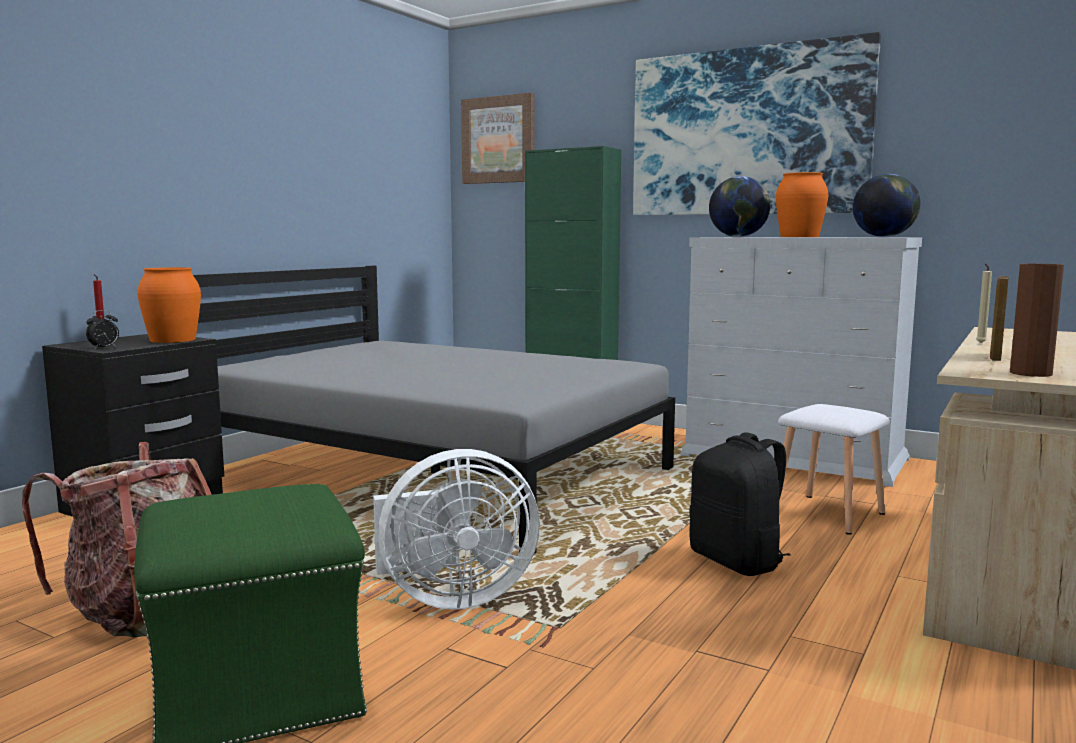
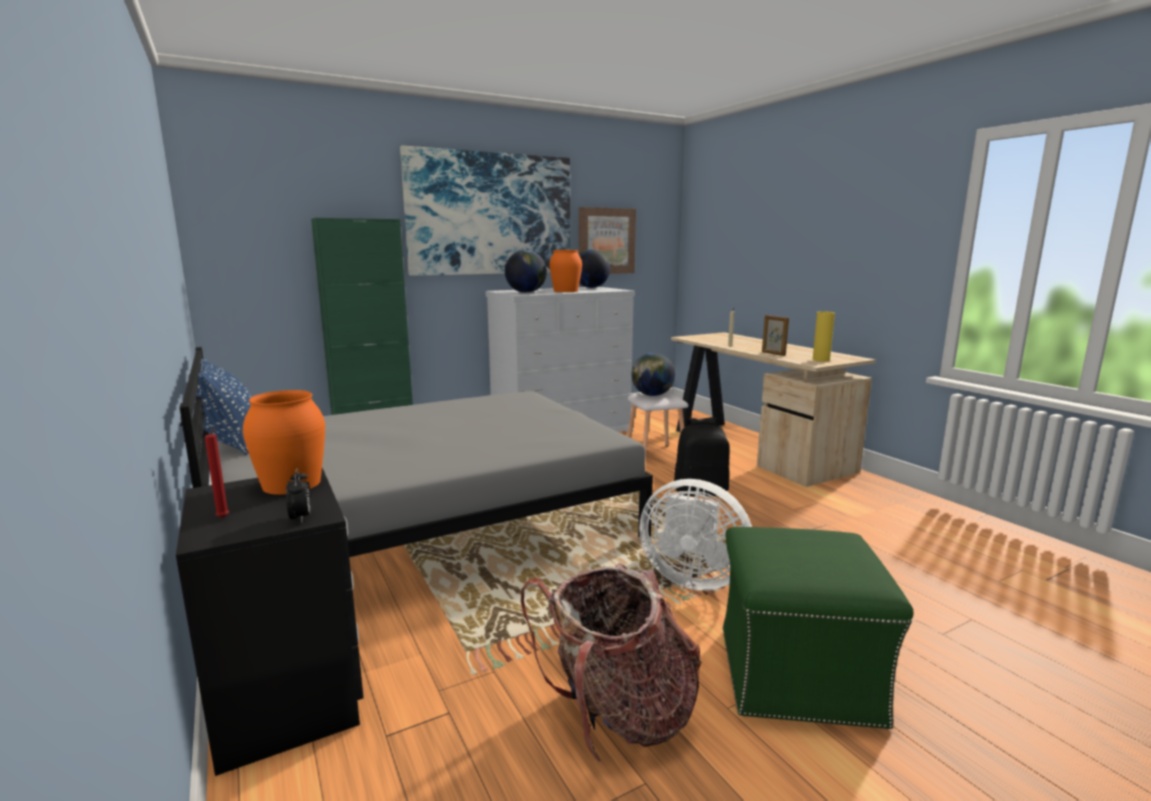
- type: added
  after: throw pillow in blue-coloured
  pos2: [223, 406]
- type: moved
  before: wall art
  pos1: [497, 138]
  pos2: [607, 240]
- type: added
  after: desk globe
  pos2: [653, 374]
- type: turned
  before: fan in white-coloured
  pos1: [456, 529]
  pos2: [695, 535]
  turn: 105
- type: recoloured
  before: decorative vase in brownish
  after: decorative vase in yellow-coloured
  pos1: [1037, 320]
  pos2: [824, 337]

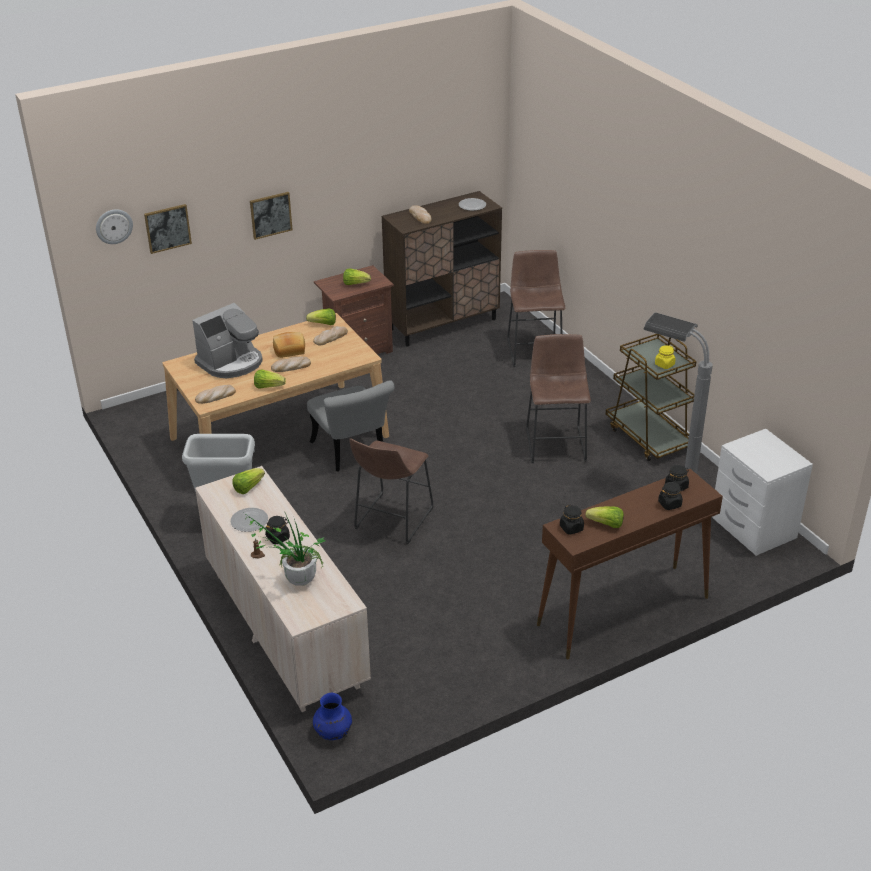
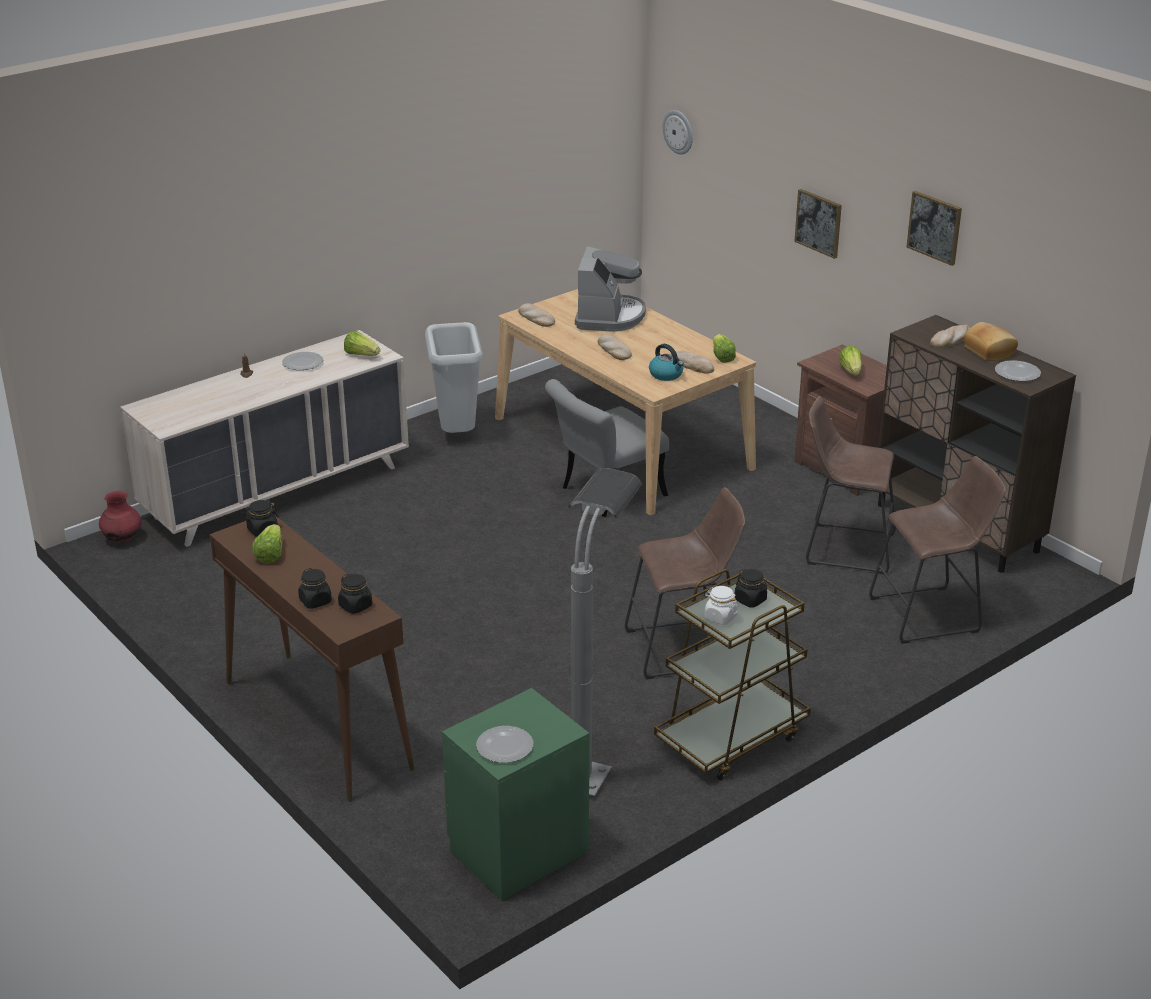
- type: recoloured
  before: decorative vase in blue-coloured
  after: decorative vase in red
  pos1: [332, 716]
  pos2: [120, 517]
- type: recoloured
  before: bedside table in white-coloured
  after: bedside table in green-coloured
  pos1: [762, 492]
  pos2: [515, 794]
- type: added
  after: dinner plate
  pos2: [504, 744]
- type: turned
  before: coffee brewer
  pos1: [227, 340]
  pos2: [610, 289]
  turn: -120
- type: added
  after: tea kettle
  pos2: [666, 362]
- type: recoloured
  before: preserve jar in yellow-coloured
  after: preserve jar in white-coloured
  pos1: [665, 357]
  pos2: [721, 605]
- type: moved
  before: preserve jar in black-coloured
  pos1: [277, 530]
  pos2: [751, 588]
- type: moved
  before: stool seat in brownish
  pos1: [391, 491]
  pos2: [851, 485]
- type: moved
  before: wall art
  pos1: [168, 229]
  pos2: [934, 228]
- type: moved
  before: baked bread
  pos1: [289, 345]
  pos2: [991, 341]
- type: removed
  before: houseplant
  pos1: [285, 549]
- type: removed
  before: lettuce head
  pos1: [270, 379]

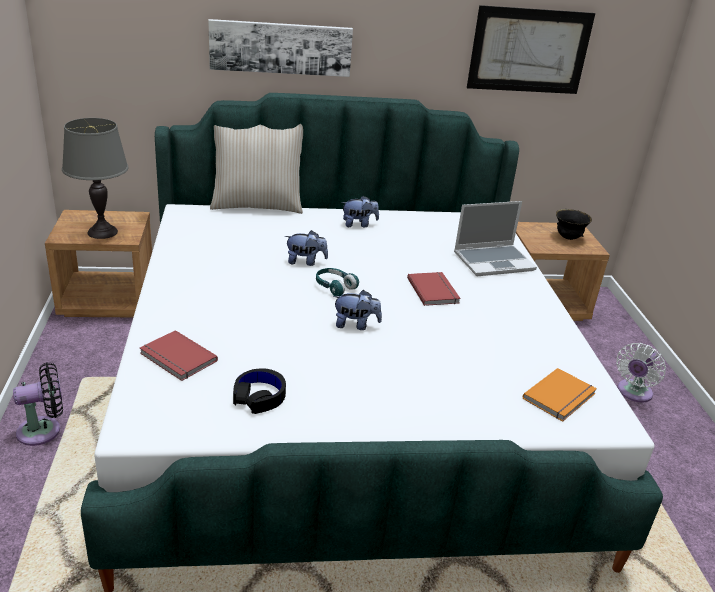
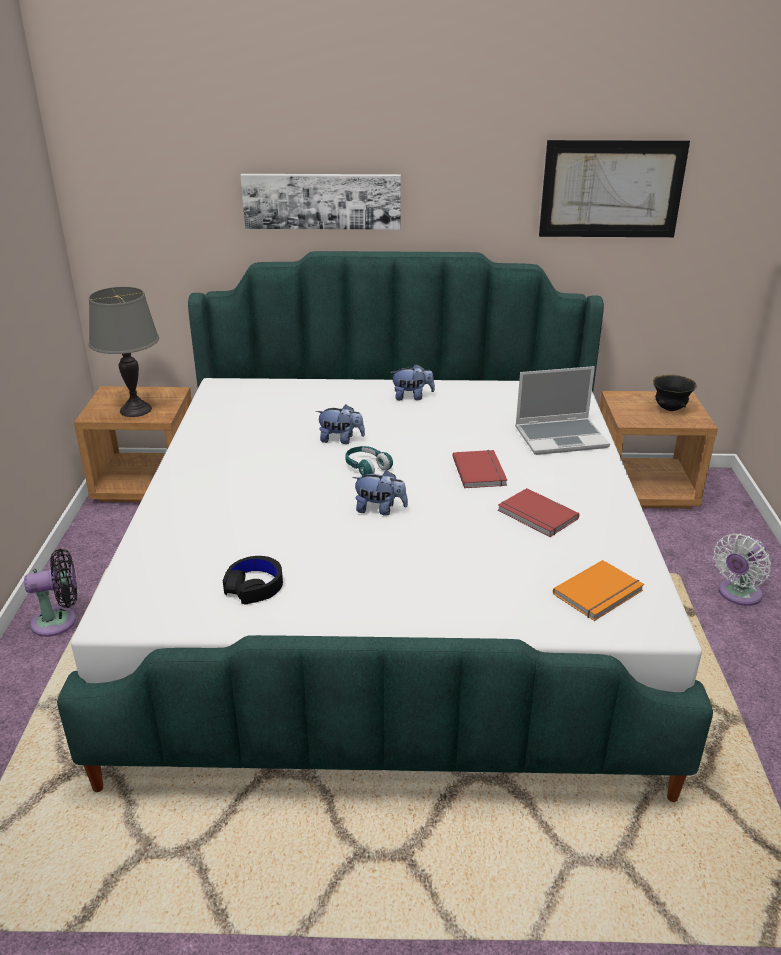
- type: moved
  before: book in red
  pos1: [179, 355]
  pos2: [538, 512]
- type: removed
  before: throw pillow in sand-coloured
  pos1: [256, 169]

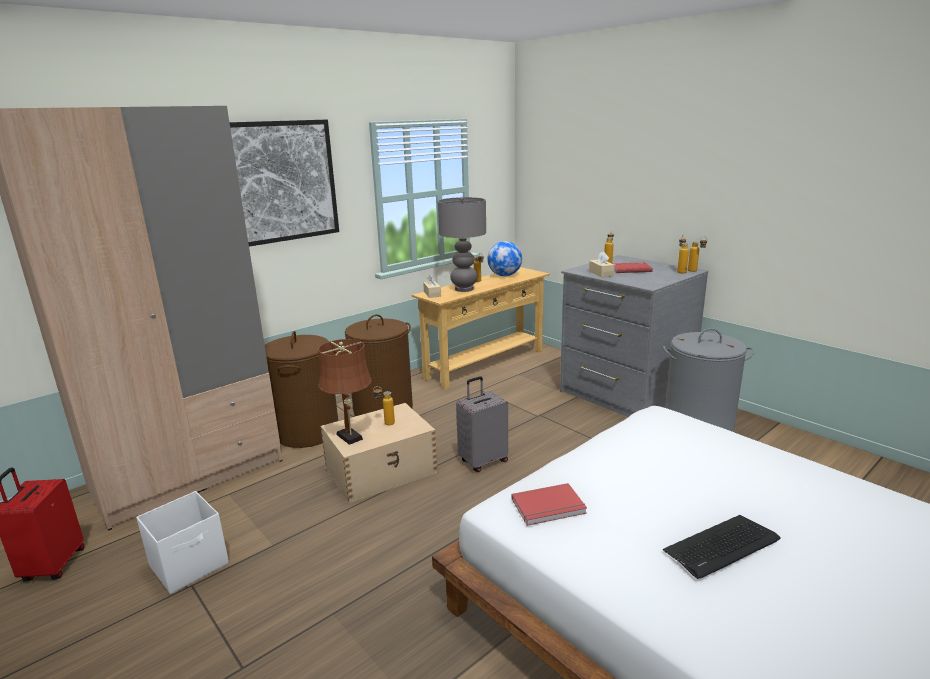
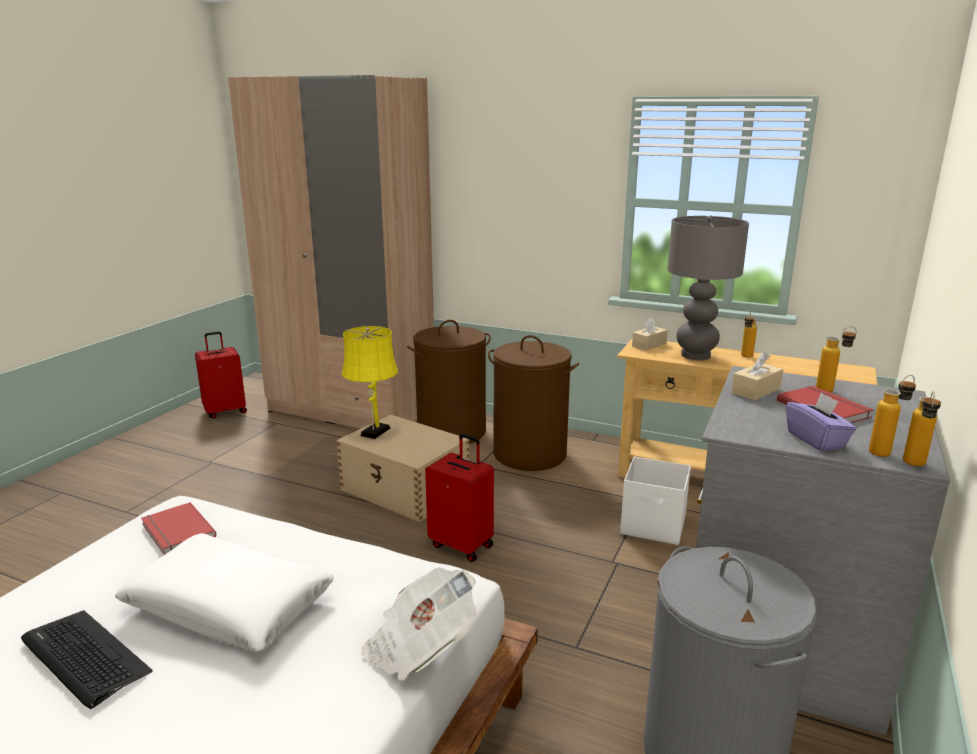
- type: added
  after: throw pillow in white-coloured
  pos2: [224, 592]
- type: recoloured
  before: tabletop lamp in brownish
  after: tabletop lamp in yellow-coloured
  pos1: [345, 392]
  pos2: [370, 382]
- type: added
  after: newspaper
  pos2: [419, 624]
- type: recoloured
  before: piece of luggage in greyish
  after: piece of luggage in red
  pos1: [482, 424]
  pos2: [459, 498]
- type: moved
  before: storage bin in white-coloured
  pos1: [182, 542]
  pos2: [655, 500]
- type: added
  after: box of tissues in purple
  pos2: [821, 421]
- type: removed
  before: wall art
  pos1: [284, 183]
- type: removed
  before: bottle
  pos1: [384, 405]
- type: removed
  before: desk globe
  pos1: [504, 258]

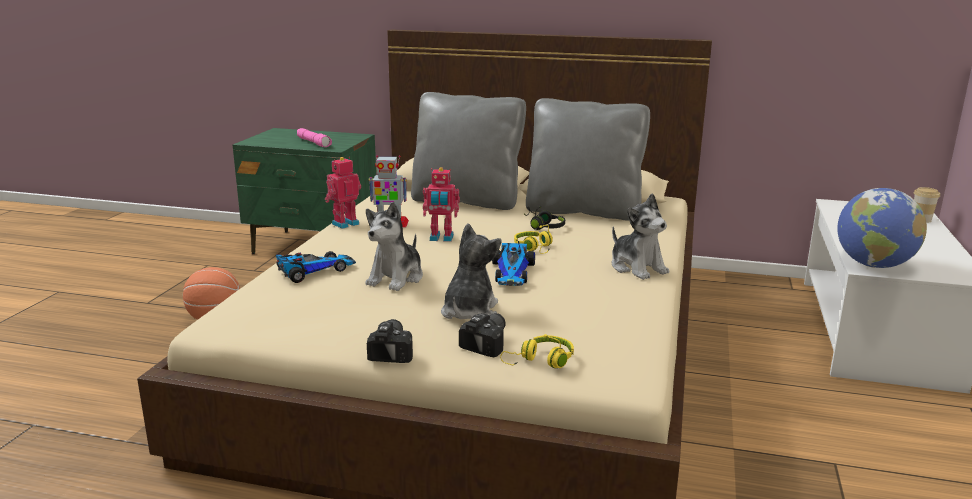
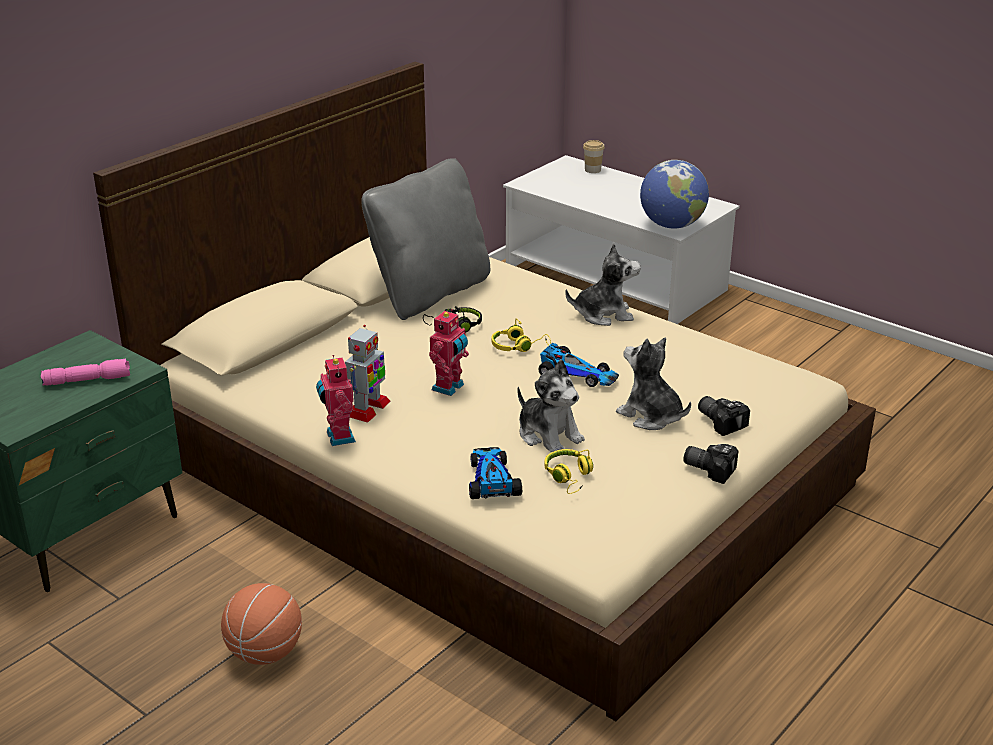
- type: moved
  before: headset in yellow-coloured
  pos1: [537, 351]
  pos2: [569, 471]
- type: removed
  before: throw pillow in greyish
  pos1: [468, 151]

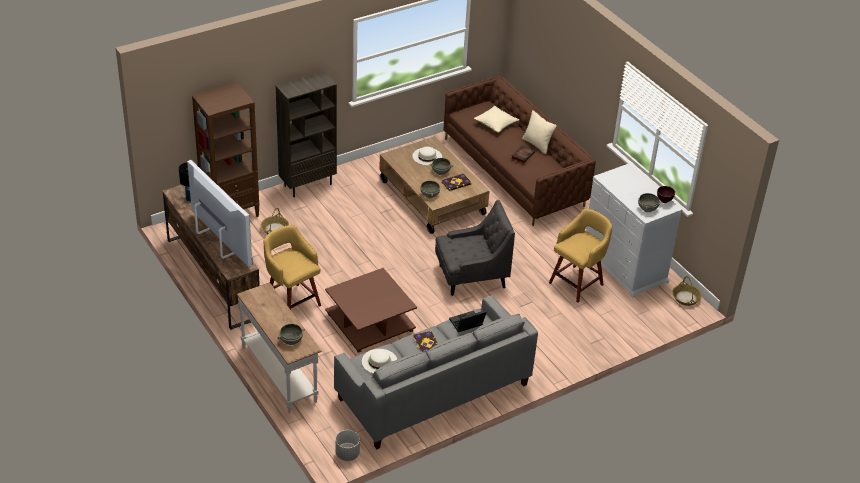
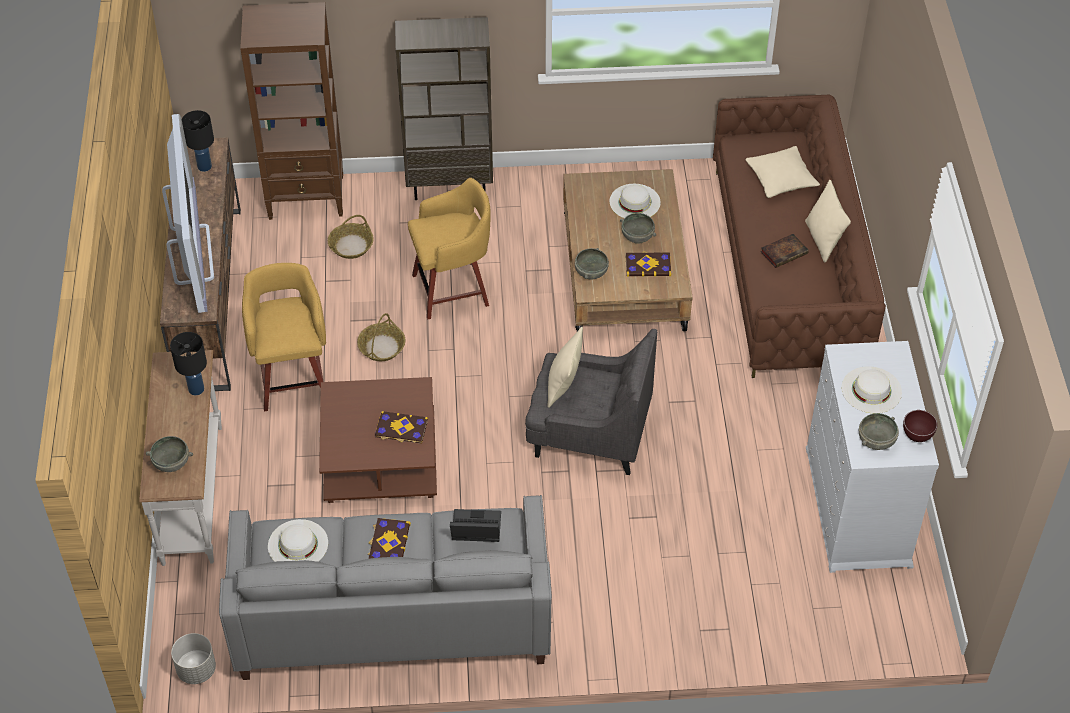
- type: added
  after: tabletop lamp in black-coloured
  pos2: [188, 363]
- type: moved
  before: storage basket
  pos1: [687, 291]
  pos2: [381, 337]
- type: added
  after: book
  pos2: [401, 427]
- type: moved
  before: stool seat in yellow-coloured
  pos1: [580, 255]
  pos2: [449, 248]
- type: added
  after: throw pillow in sand-coloured
  pos2: [565, 367]
- type: added
  after: hat in white-coloured
  pos2: [872, 389]

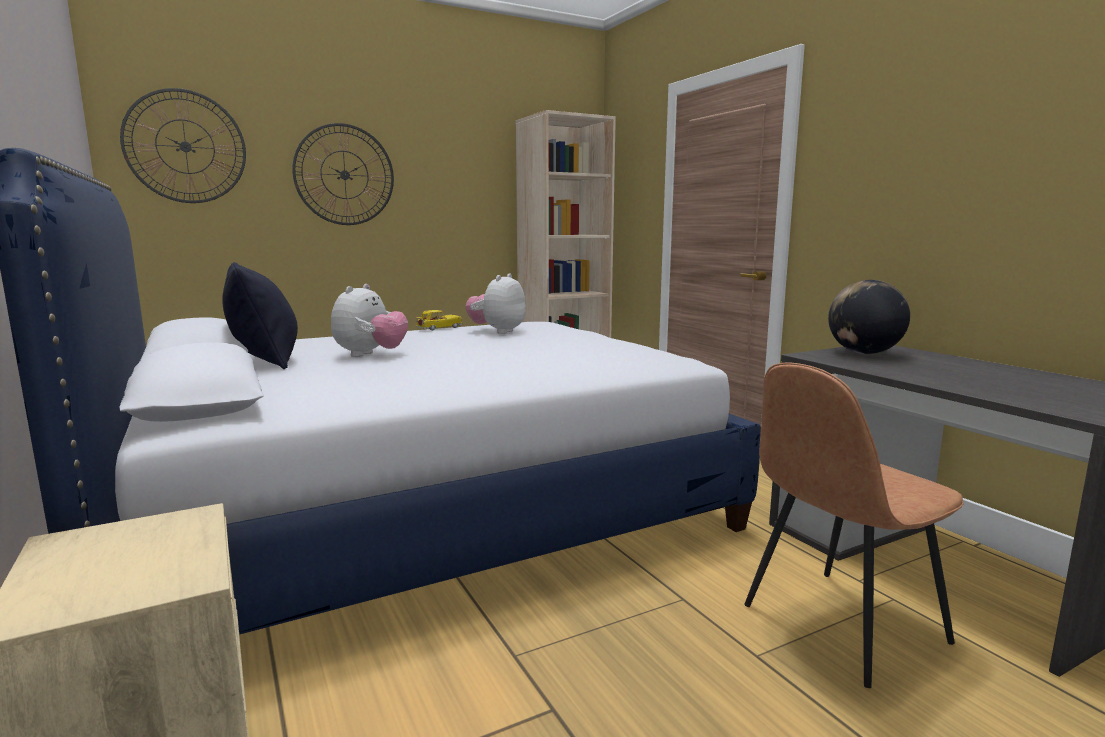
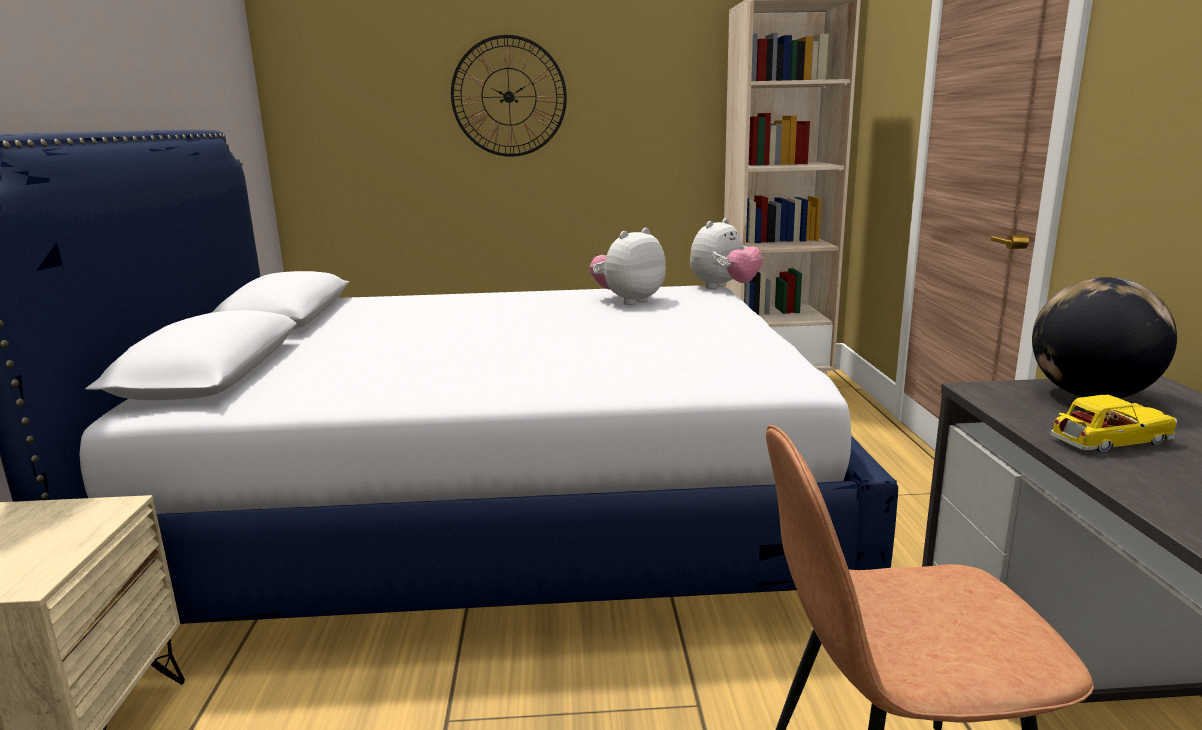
- type: moved
  before: cuddly toy
  pos1: [369, 320]
  pos2: [726, 253]
- type: moved
  before: model car
  pos1: [439, 320]
  pos2: [1114, 424]
- type: removed
  before: hanging clock
  pos1: [183, 145]
- type: removed
  before: throw pillow in black-coloured
  pos1: [260, 315]

